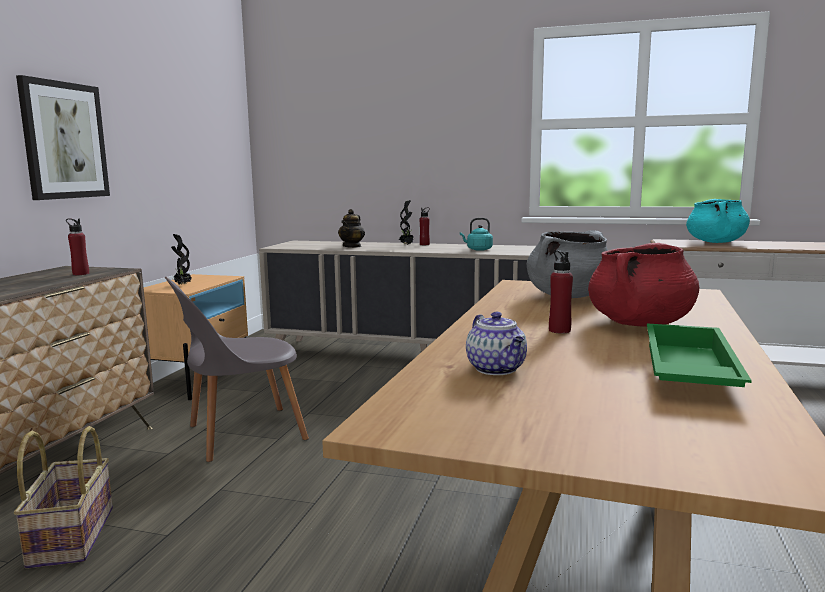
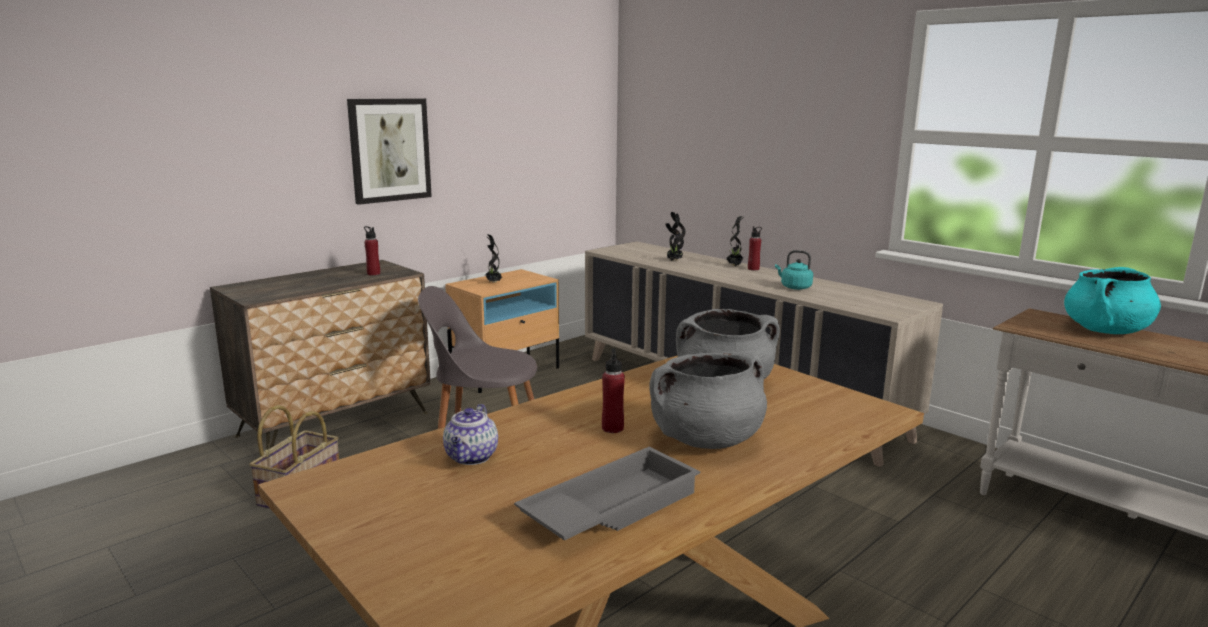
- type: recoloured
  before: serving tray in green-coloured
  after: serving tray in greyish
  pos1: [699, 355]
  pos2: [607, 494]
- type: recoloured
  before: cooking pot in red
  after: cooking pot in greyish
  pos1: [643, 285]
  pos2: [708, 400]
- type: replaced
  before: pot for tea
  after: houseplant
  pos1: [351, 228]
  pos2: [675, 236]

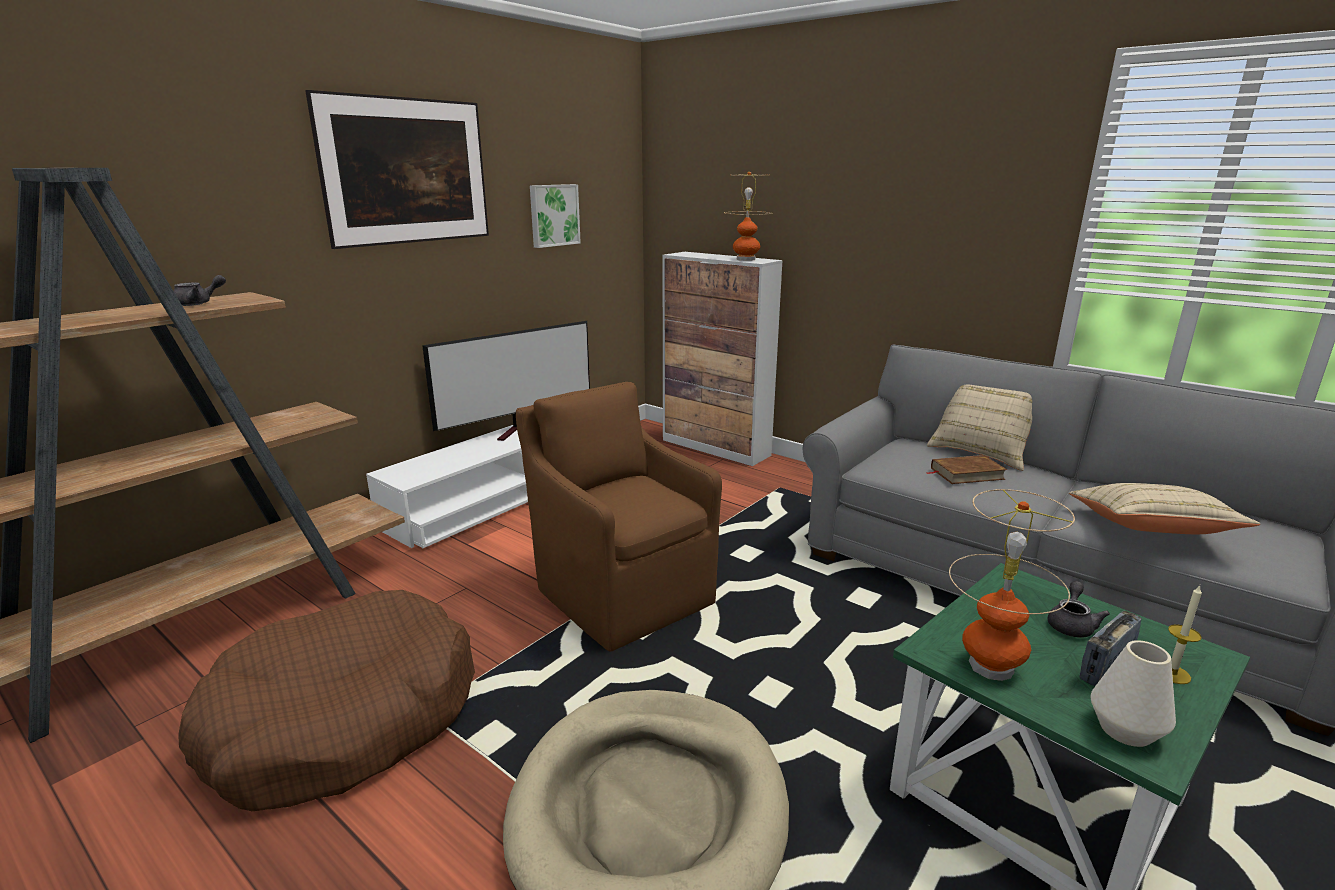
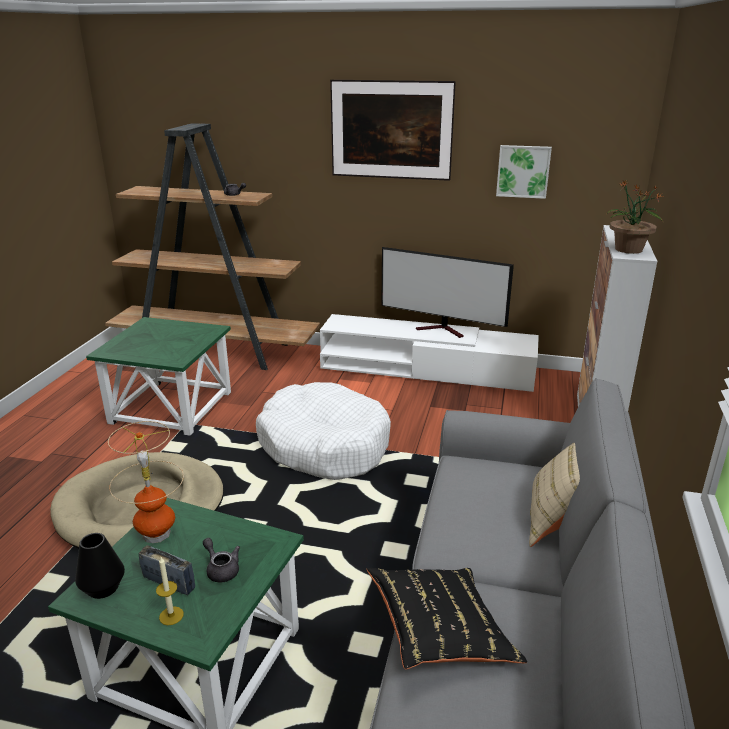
- type: recoloured
  before: decorative vase in white-coloured
  after: decorative vase in black-coloured
  pos1: [1133, 693]
  pos2: [100, 566]
- type: replaced
  before: pet bed in brownish
  after: side table in green-coloured
  pos1: [326, 700]
  pos2: [158, 376]
- type: turned
  before: pot for tea in greyish
  pos1: [1079, 609]
  pos2: [221, 560]
  turn: -135
- type: replaced
  before: easy chair in brownish
  after: pet bed in white-coloured
  pos1: [619, 517]
  pos2: [323, 431]
- type: recoloured
  before: throw pillow in sand-coloured
  after: throw pillow in black-coloured
  pos1: [1164, 508]
  pos2: [447, 618]
- type: replaced
  before: tabletop lamp
  after: houseplant
  pos1: [748, 216]
  pos2: [635, 217]
- type: removed
  before: book in brownish
  pos1: [966, 469]

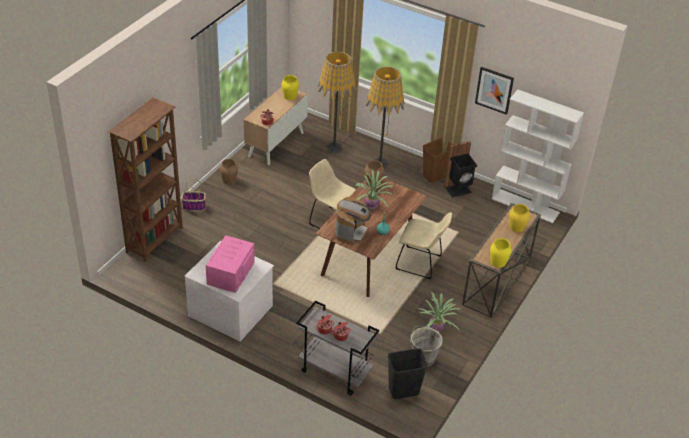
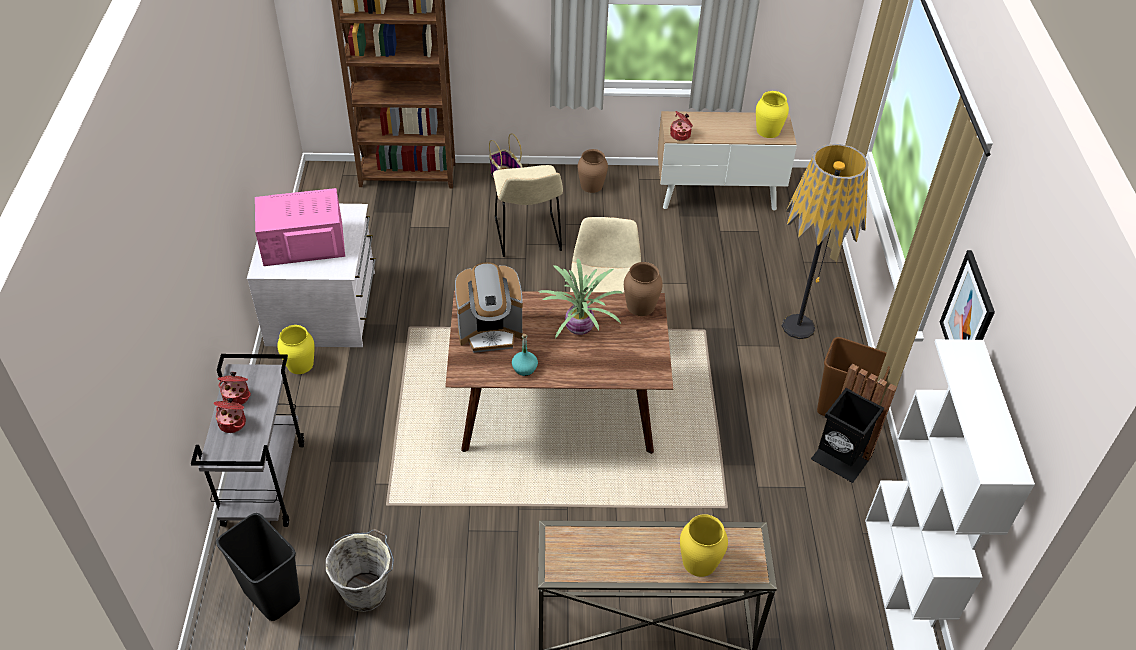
- type: moved
  before: decorative vase in yellow-coloured
  pos1: [500, 253]
  pos2: [296, 349]
- type: moved
  before: chair in sand-coloured
  pos1: [424, 245]
  pos2: [528, 211]
- type: removed
  before: standing lamp
  pos1: [337, 103]
- type: removed
  before: houseplant
  pos1: [439, 312]

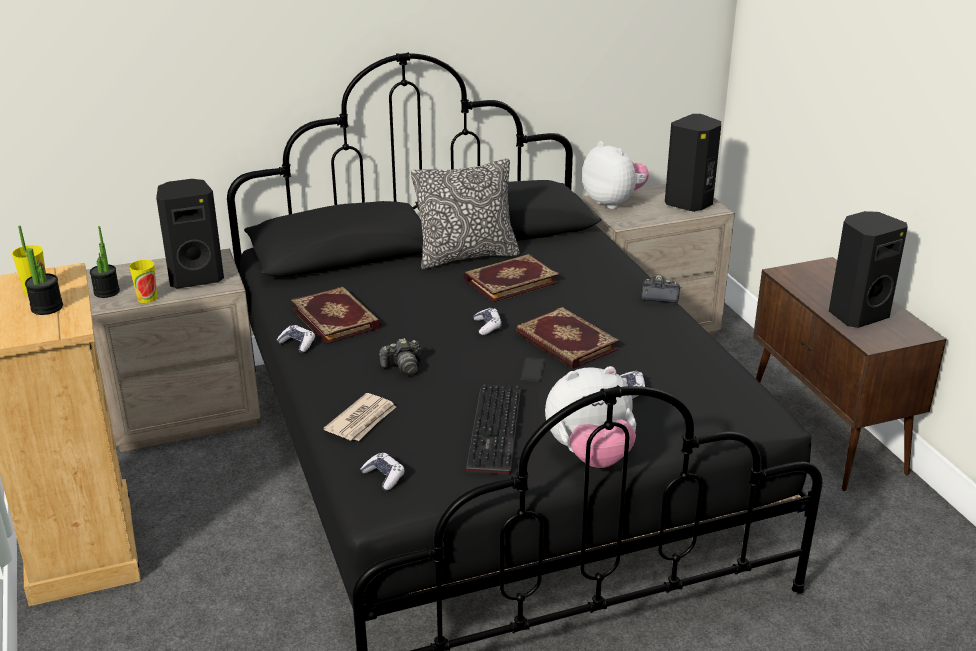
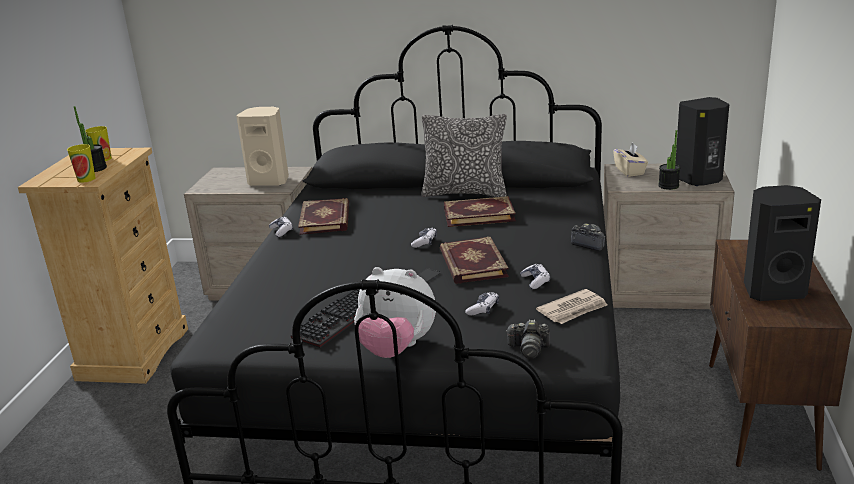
- type: moved
  before: drinking cup
  pos1: [143, 281]
  pos2: [81, 163]
- type: recoloured
  before: audio speaker in black-coloured
  after: audio speaker in sand-coloured
  pos1: [190, 234]
  pos2: [262, 146]
- type: moved
  before: still camera
  pos1: [400, 357]
  pos2: [528, 339]
- type: moved
  before: game controller
  pos1: [382, 472]
  pos2: [535, 276]
- type: moved
  before: newspaper
  pos1: [360, 417]
  pos2: [572, 306]
- type: replaced
  before: cuddly toy
  after: box of tissues in sand-coloured
  pos1: [615, 175]
  pos2: [630, 159]
- type: moved
  before: houseplant
  pos1: [105, 262]
  pos2: [669, 160]

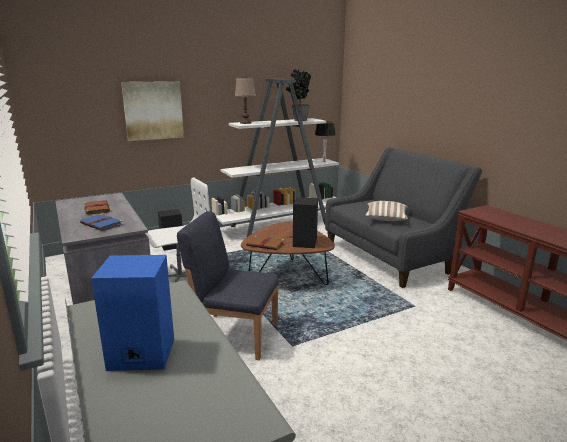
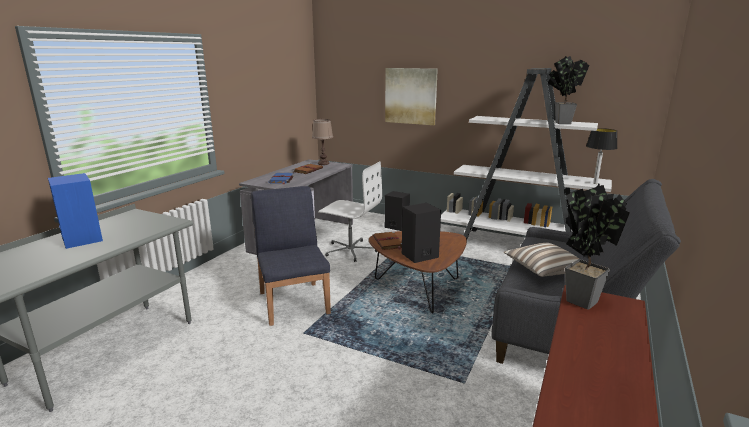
- type: moved
  before: tabletop lamp in brownish
  pos1: [245, 100]
  pos2: [322, 142]
- type: added
  after: houseplant
  pos2: [597, 246]

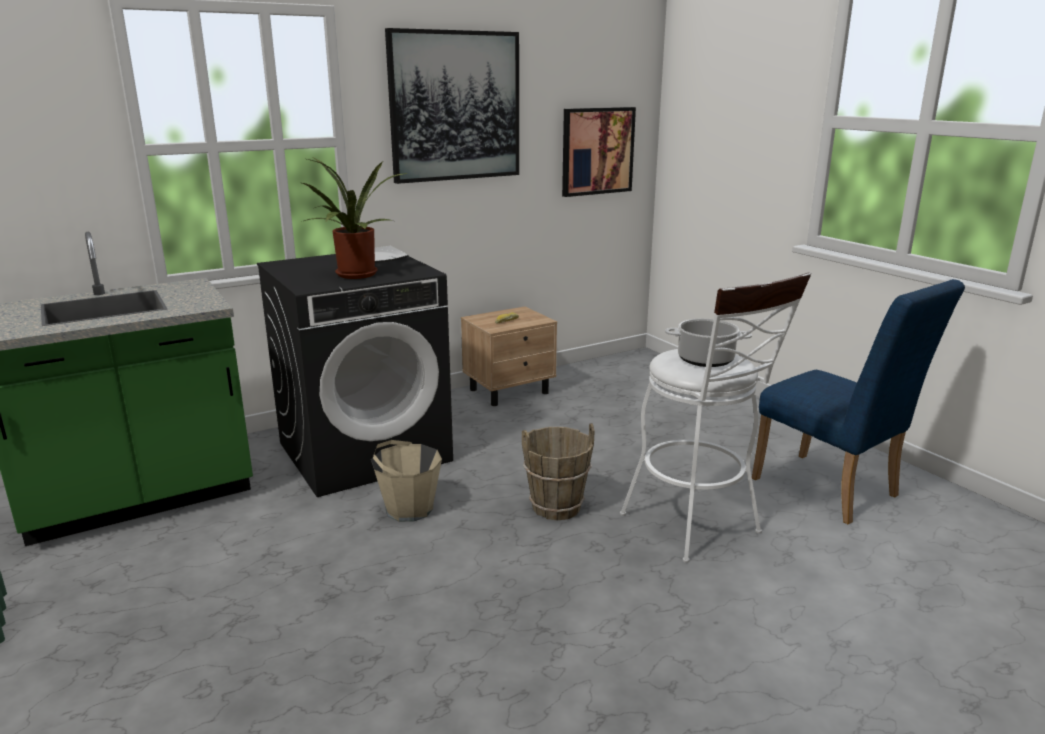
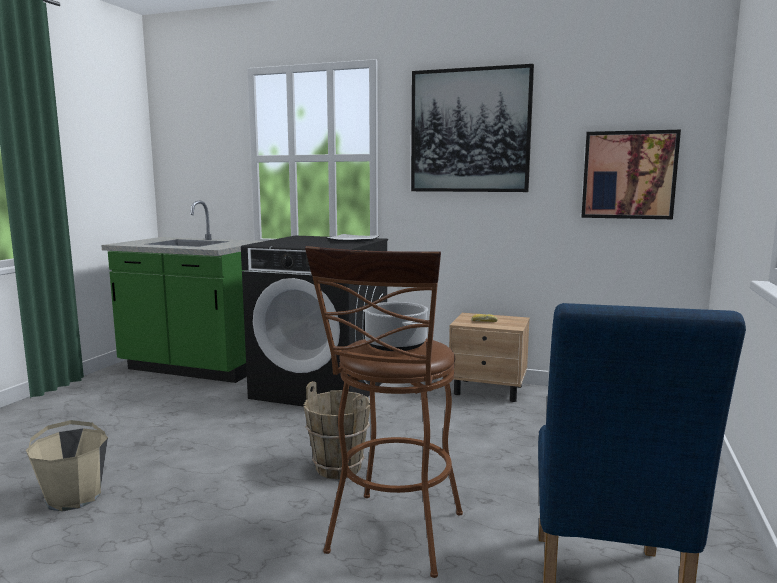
- type: moved
  before: water bucket in sand-coloured
  pos1: [406, 481]
  pos2: [67, 466]
- type: recoloured
  before: stool seat in white-coloured
  after: stool seat in brownish
  pos1: [715, 417]
  pos2: [384, 412]
- type: removed
  before: houseplant
  pos1: [355, 217]

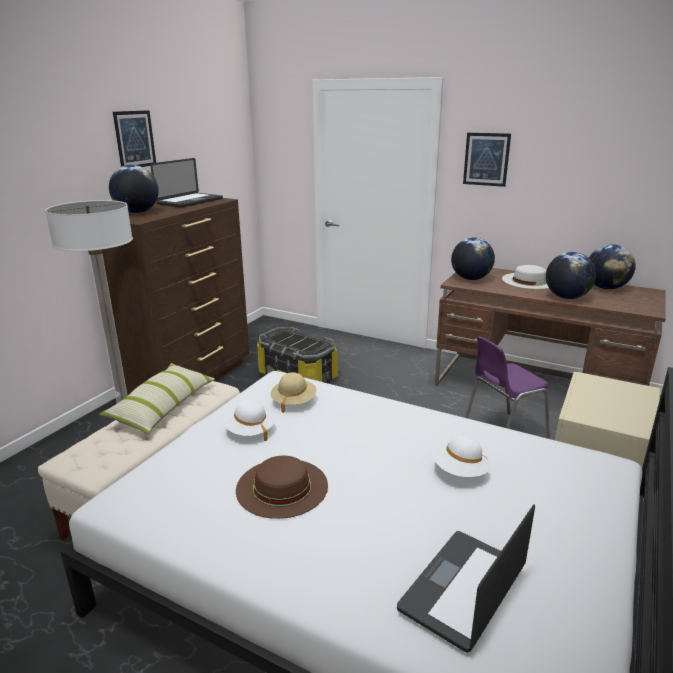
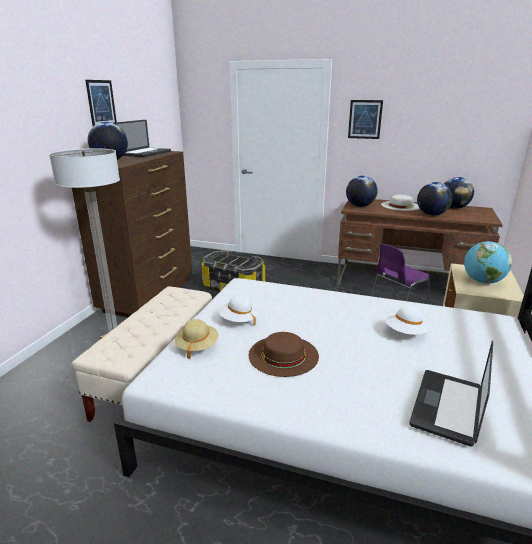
- type: moved
  before: hat in sand-coloured
  pos1: [293, 392]
  pos2: [196, 339]
- type: added
  after: desk globe
  pos2: [488, 262]
- type: removed
  before: throw pillow
  pos1: [157, 398]

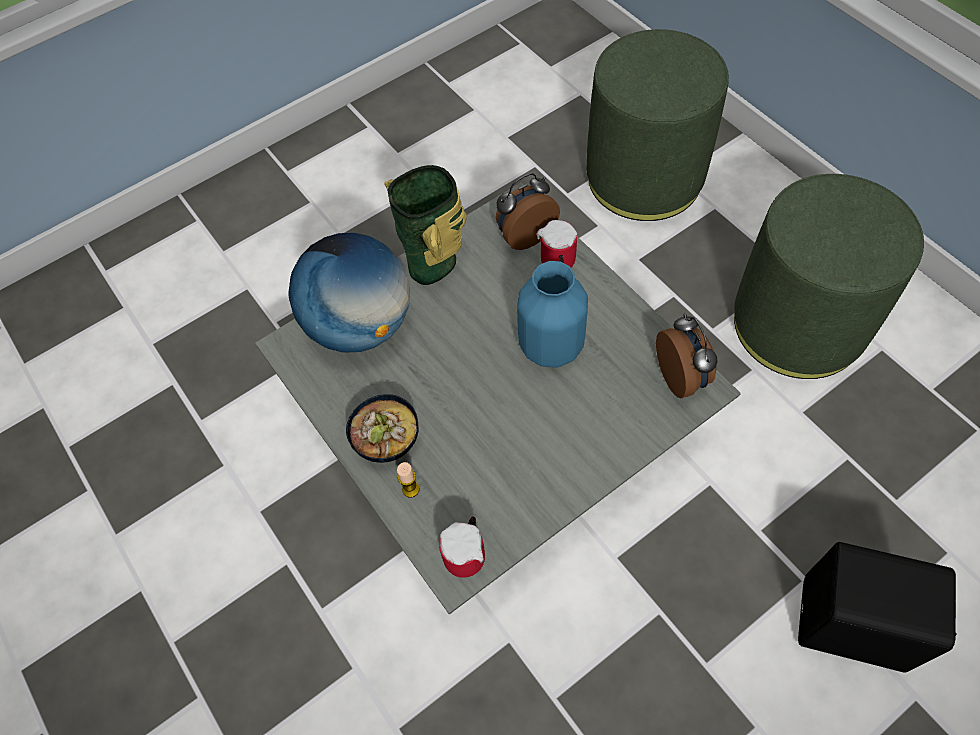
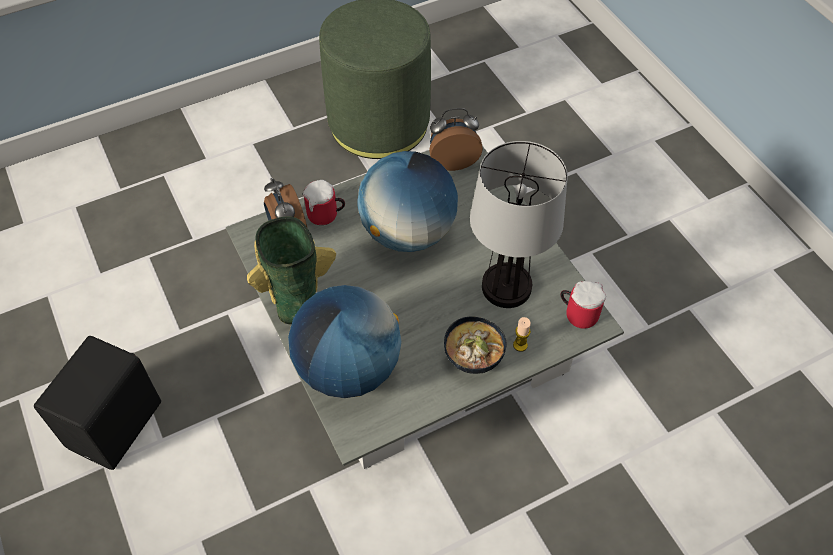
- type: moved
  before: audio speaker in black-coloured
  pos1: [877, 607]
  pos2: [97, 403]
- type: replaced
  before: decorative vase in blue-coloured
  after: desk globe
  pos1: [552, 314]
  pos2: [407, 201]
- type: added
  after: tabletop lamp
  pos2: [519, 224]
- type: removed
  before: footrest in green-coloured
  pos1: [657, 125]

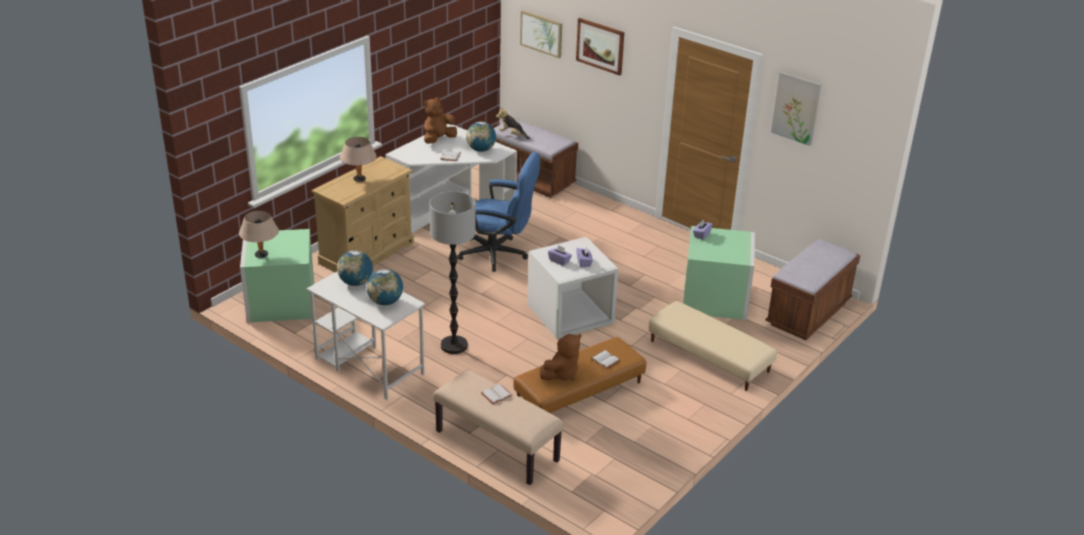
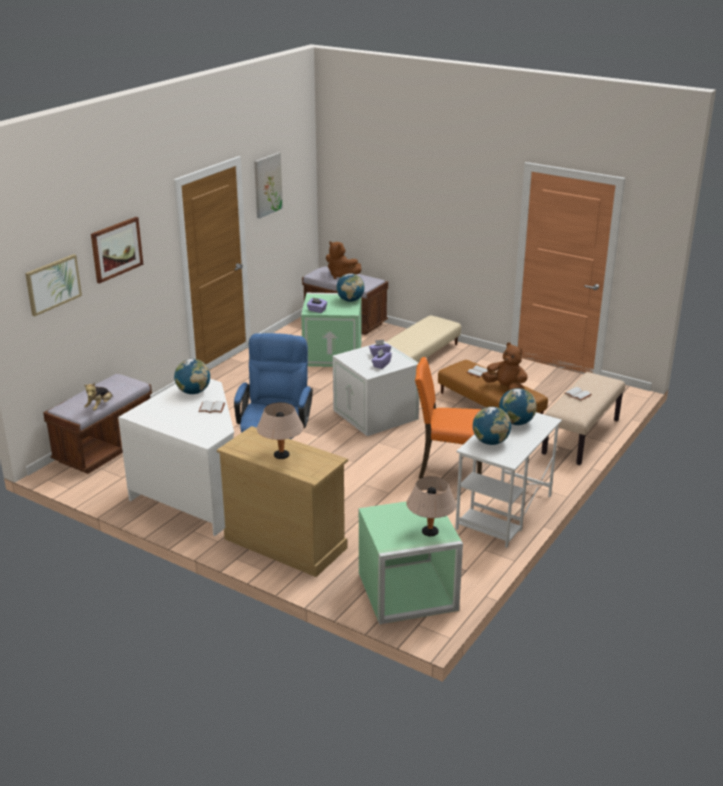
- type: moved
  before: cuddly toy in brownish
  pos1: [440, 120]
  pos2: [344, 260]
- type: added
  after: desk globe
  pos2: [350, 287]
- type: replaced
  before: standing lamp
  after: chair in orange
  pos1: [452, 272]
  pos2: [448, 418]

